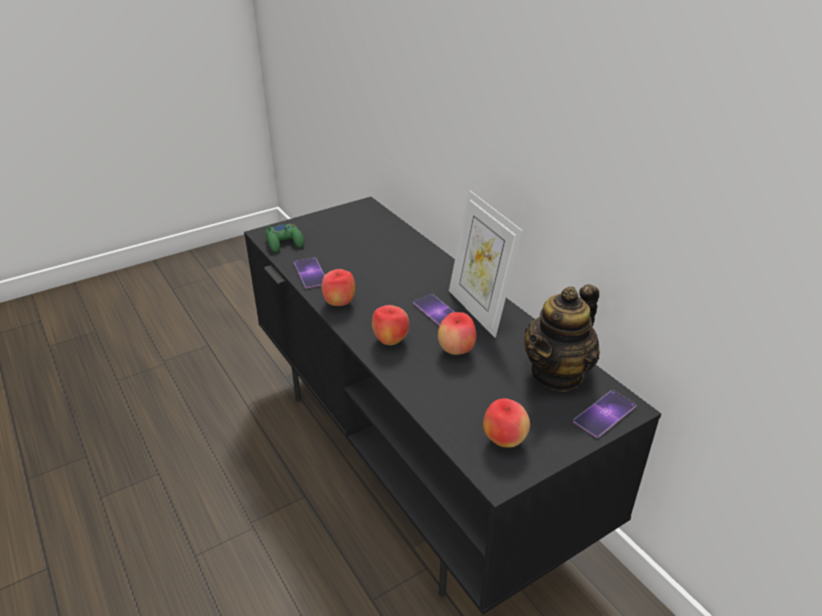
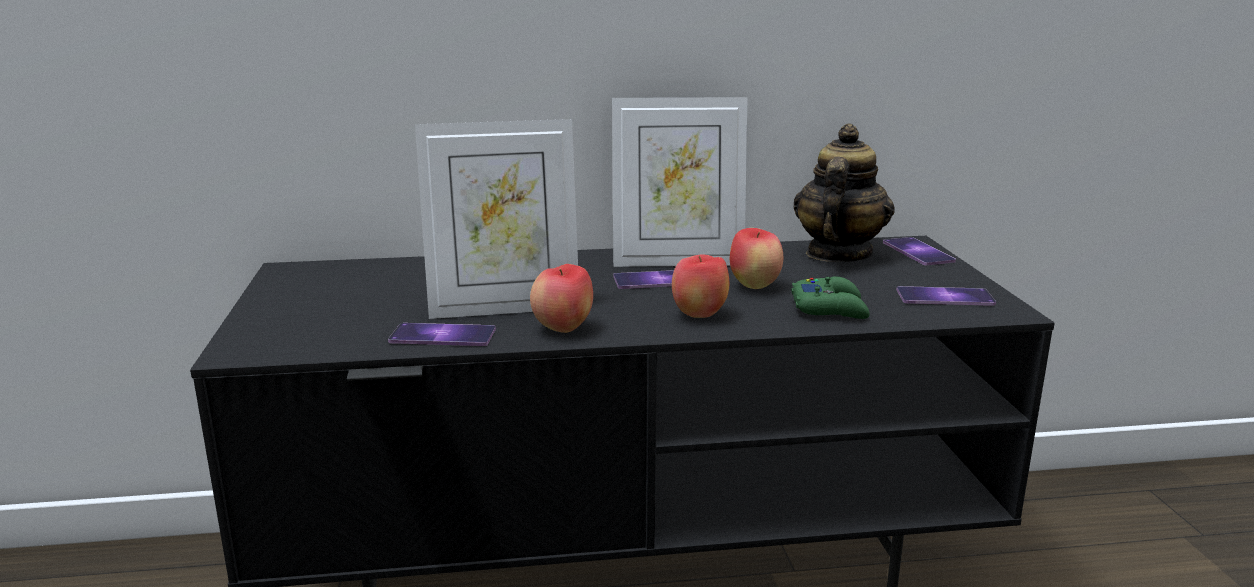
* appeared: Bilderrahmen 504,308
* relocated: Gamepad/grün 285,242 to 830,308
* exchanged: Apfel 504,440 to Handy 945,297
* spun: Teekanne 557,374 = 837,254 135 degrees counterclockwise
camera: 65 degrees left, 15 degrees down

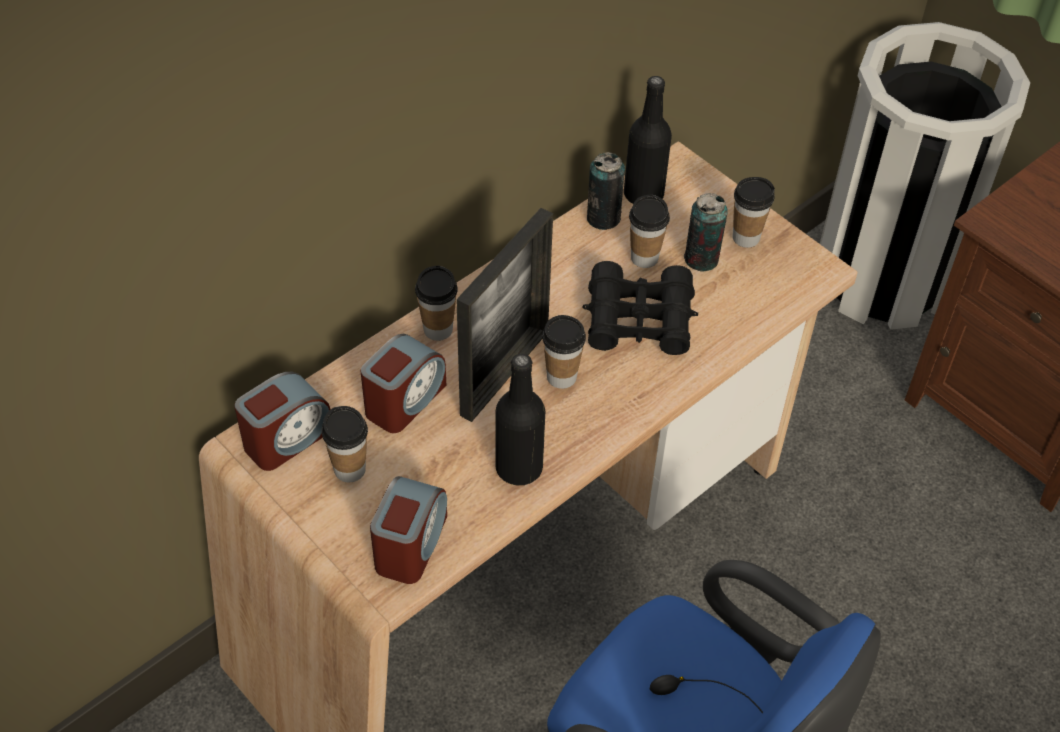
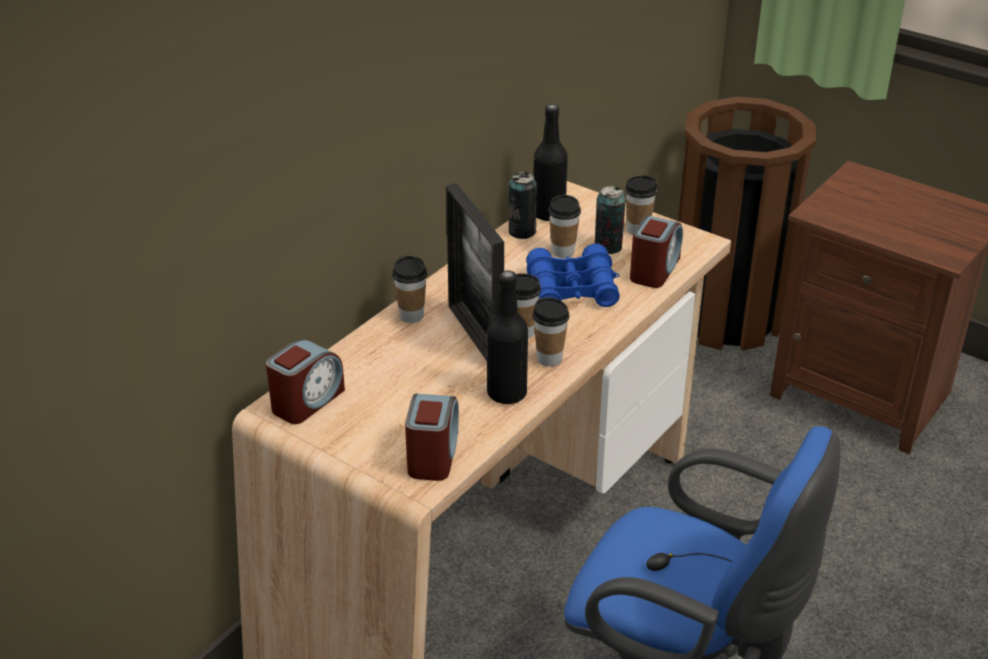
* relocated: Tasse 349,469 to 549,358
* relocated: Wecker 404,400 to 654,270
* colour: Fernglas/schwarz 639,320 to Fernglas/blau 572,289
* colour: Mülleimer/weiß 883,276 to Mülleimer/braun 726,316
* spun: Bilderrahmen 504,373 = 475,335 135 degrees clockwise
camera: 10 degrees left, 15 degrees down

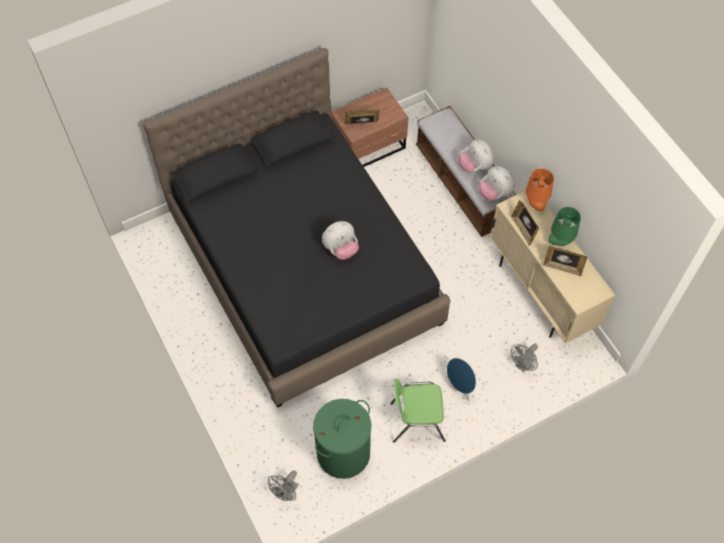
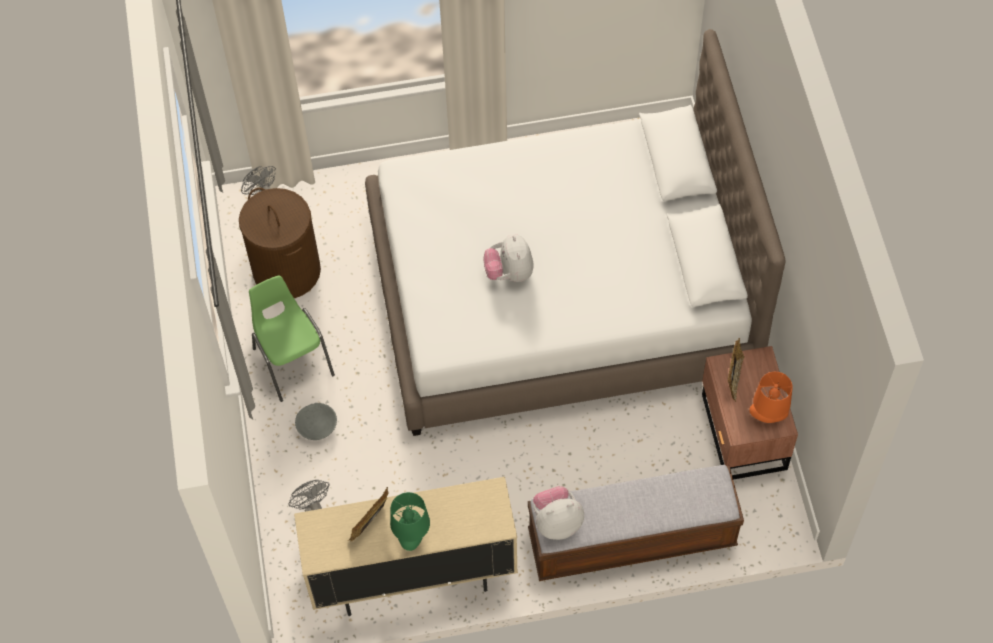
* missing: Plüschtier 474,166
* missing: Bilderrahmen 523,230
* relocated: Tischlampe/orange 535,204 to 768,416
* exchanged: Lautsprecher/blau 460,386 to Schüssel/grau 317,426
* colour: Bett/schwarz 304,268 to Bett/weiß 561,295
* colour: Wäschekorb/grün 343,453 to Wäschekorb/braun 286,271
* spun: Stuhl/grün 416,421 = 292,361 45 degrees counterclockwise
camera: 110 degrees right, 0 degrees up

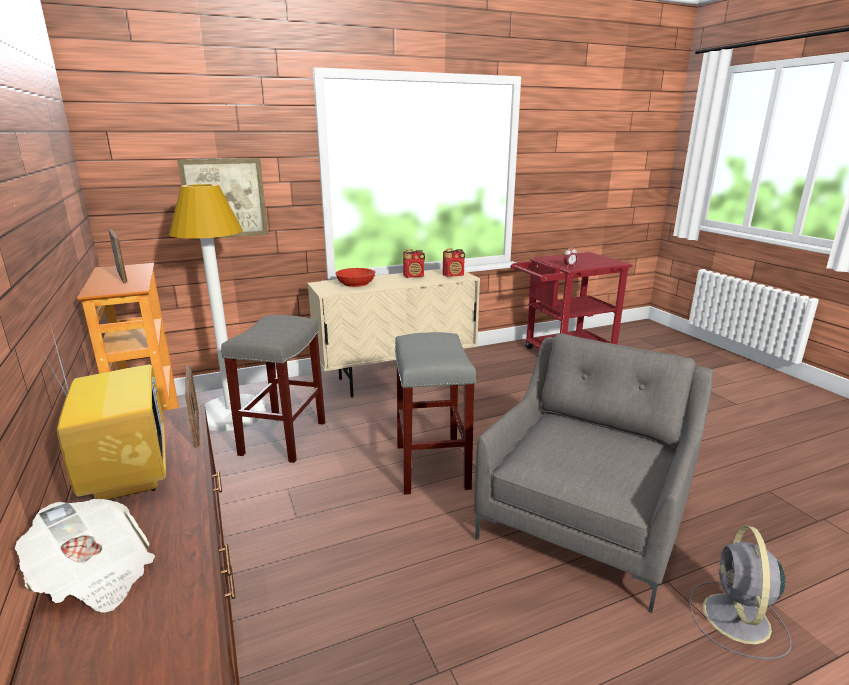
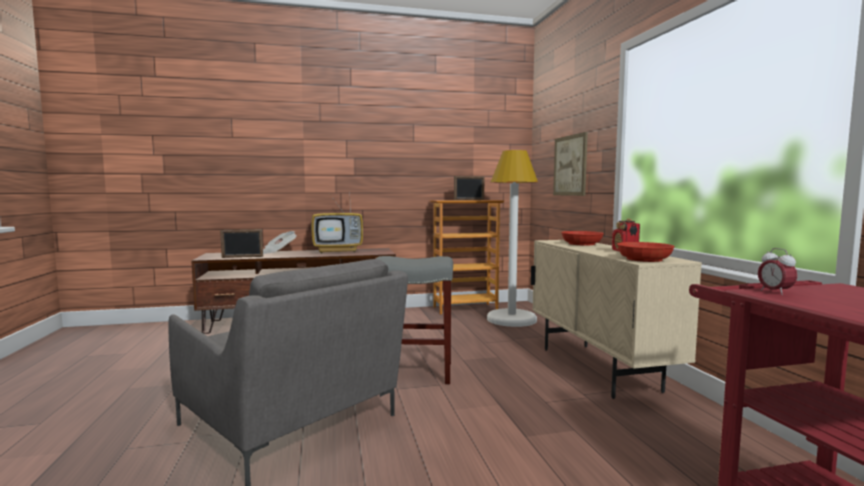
* missing: Hocker/grau 283,437
* missing: Ventilator/grau 737,620
* relocated: Bilderrahmen 196,428 to 242,257
* exchanged: Radio 453,275 to Schüssel/rot 644,259
camera: 100 degrees right, 15 degrees down

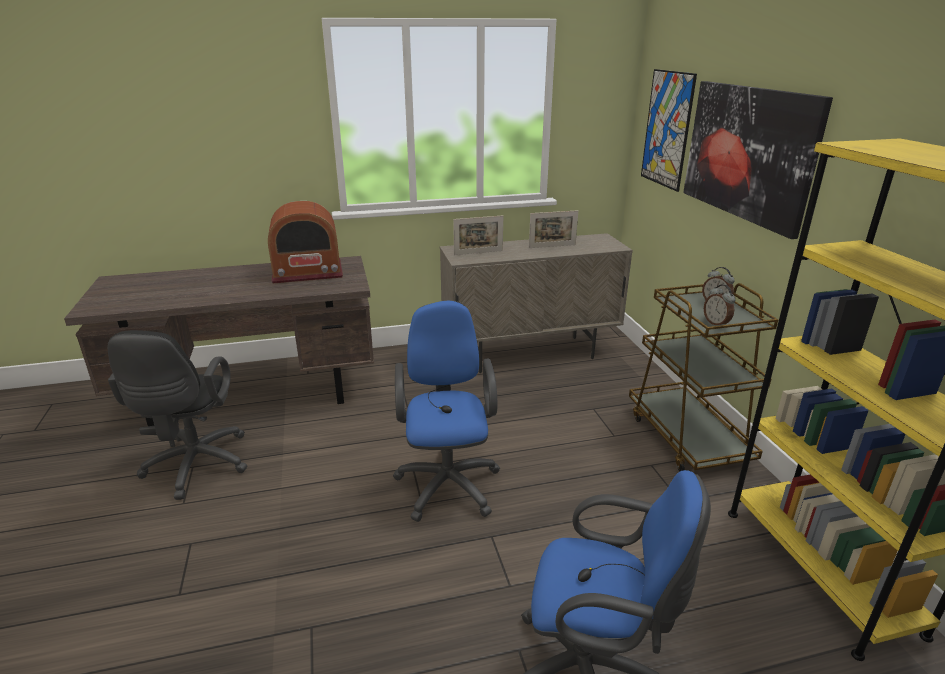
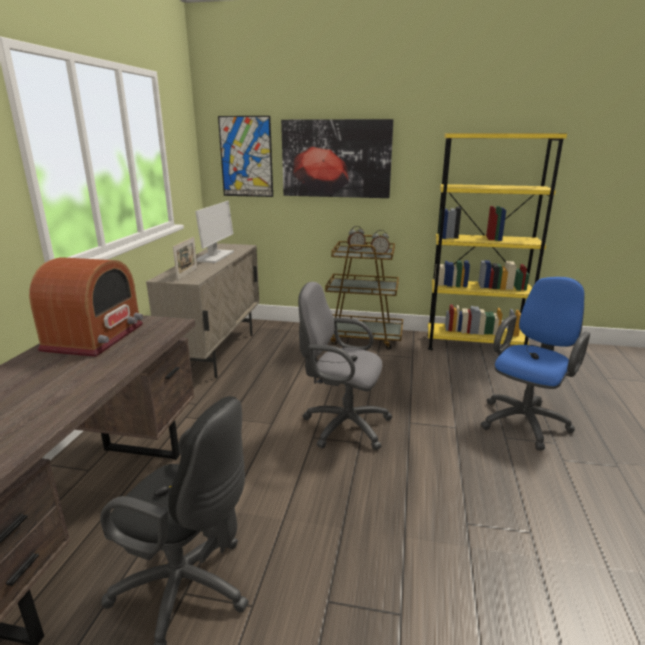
* exchanged: Bilderrahmen 552,246 to Monitor 215,256
* colour: Bürostuhl/blau 448,481 to Bürostuhl/grau 342,425
camera: 65 degrees left, 5 degrees down

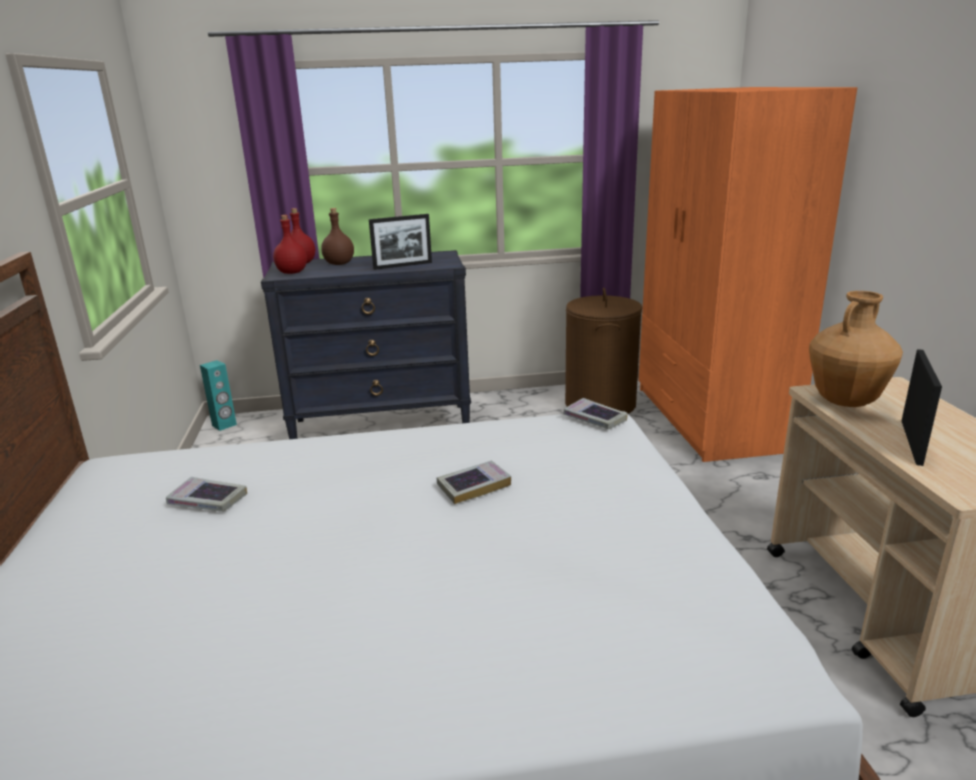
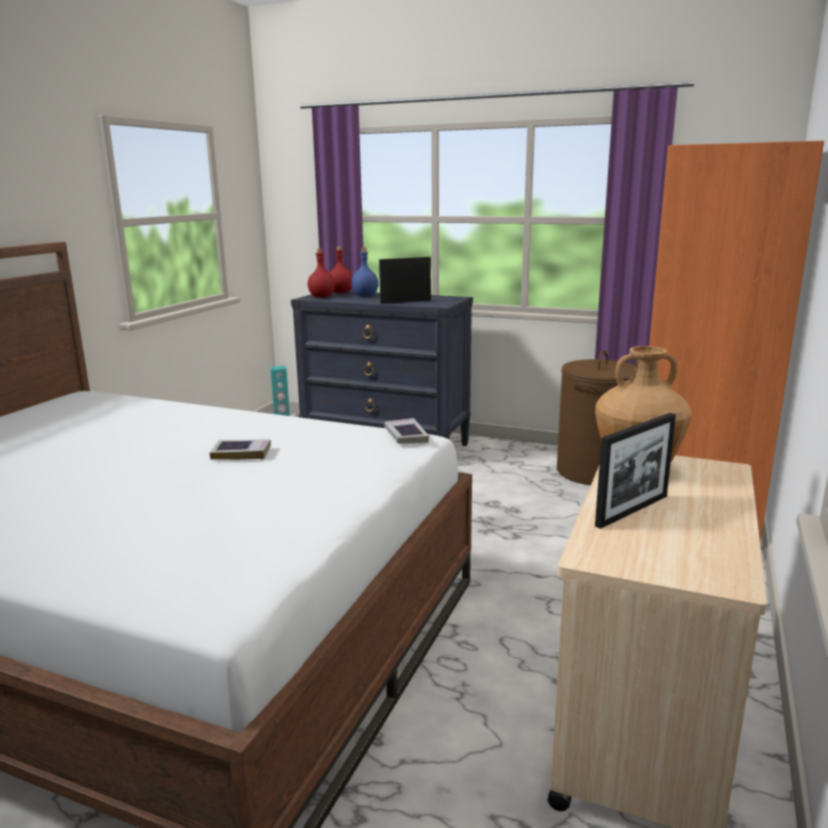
* missing: Buch 207,500
* colour: Flasche/braun 340,263 to Flasche/blau 365,295
* spun: Bilderrahmen 403,265 = 405,302 150 degrees clockwise
camera: 30 degrees right, 5 degrees down

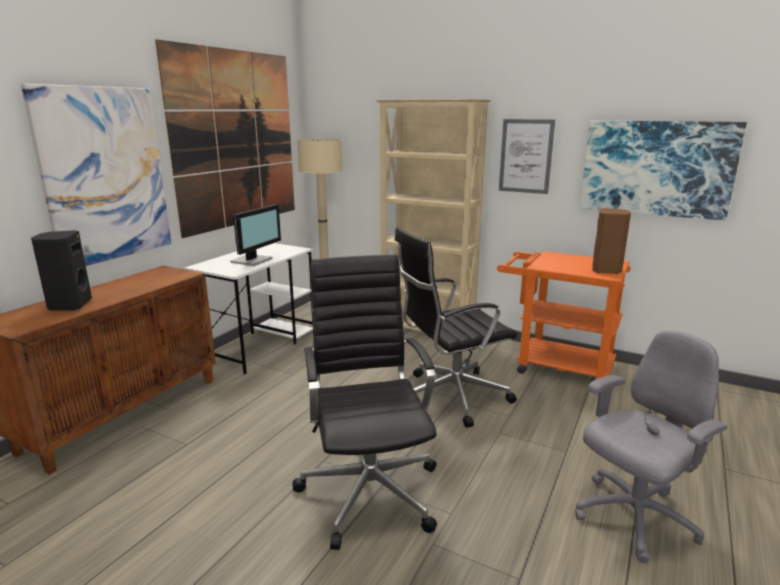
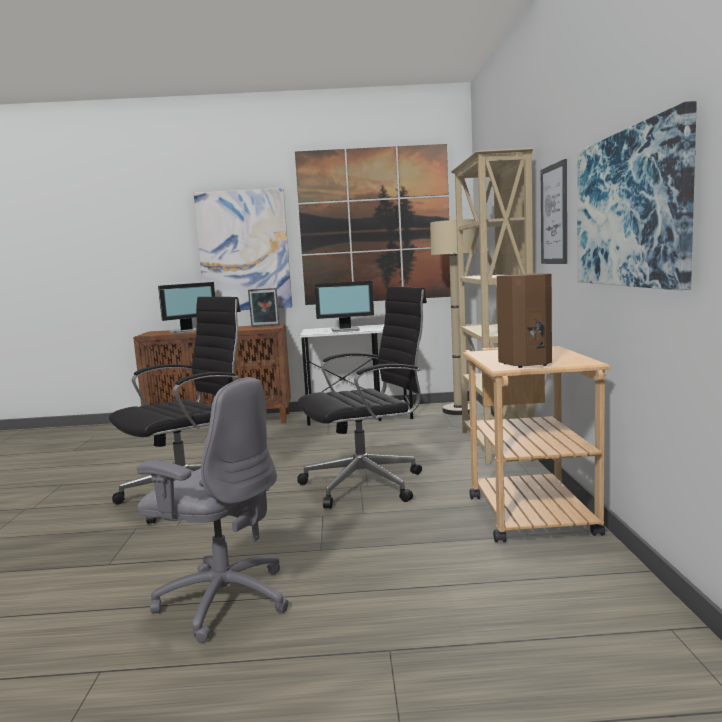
* appeared: Bilderrahmen 265,326
* exchanged: Lautsprecher/schwarz 69,305 to Monitor 188,331
* colour: Rollwagen/orange 554,365 to Rollwagen/beige 526,510
* spun: Bürostuhl/schwarz 451,396 = 367,484 120 degrees clockwise
camera: 60 degrees right, 10 degrees down

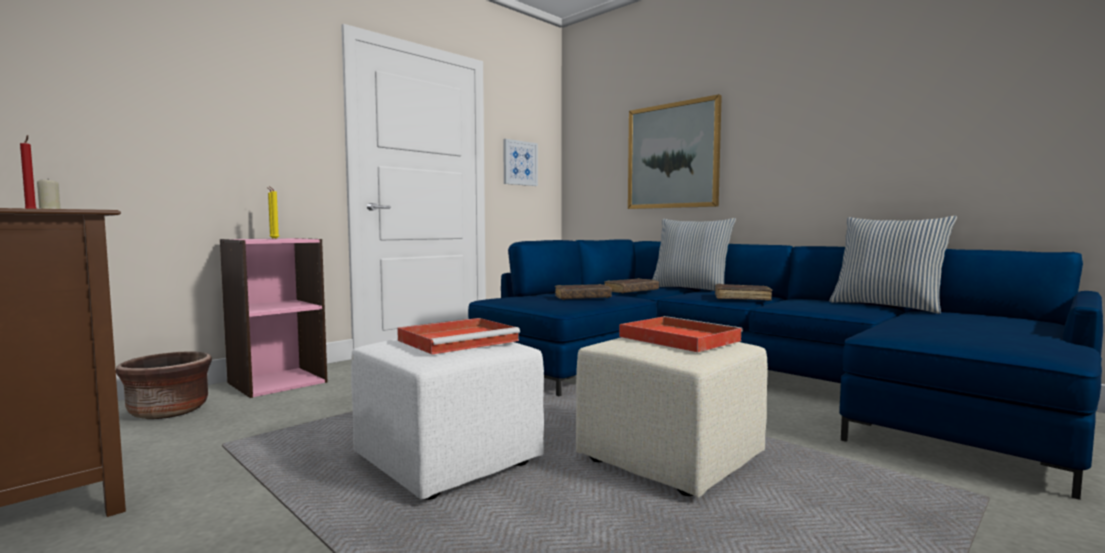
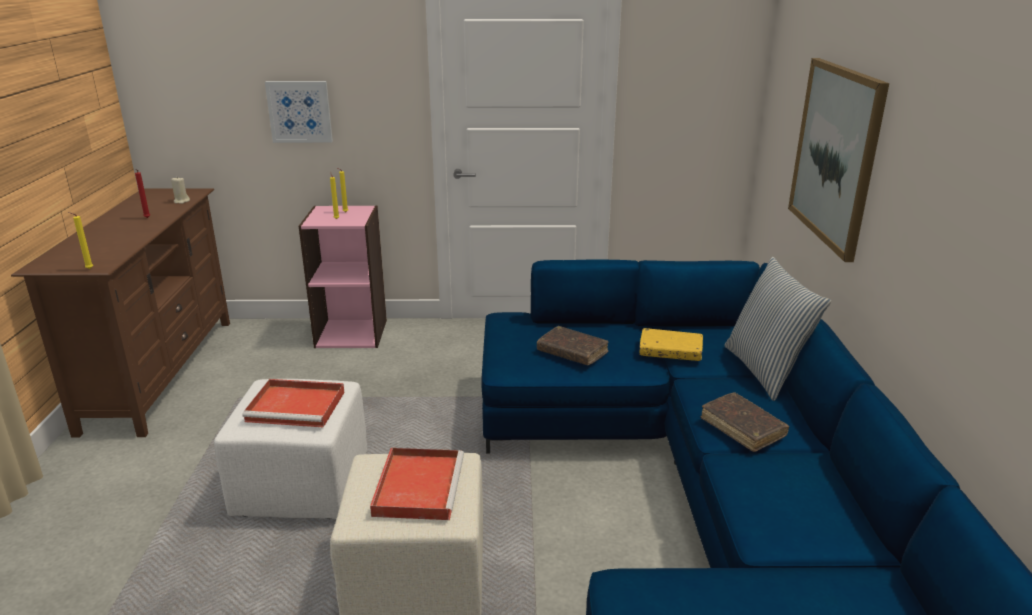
* missing: Pflanzkübel/braun 168,411
* missing: Kissen 887,306
* appeared: Kerze/gelb 88,269
* relocated: Bild 520,163 to 299,111
* colour: Buch/braun 631,291 to Buch/gelb 670,351
camera: 45 degrees right, 20 degrees up

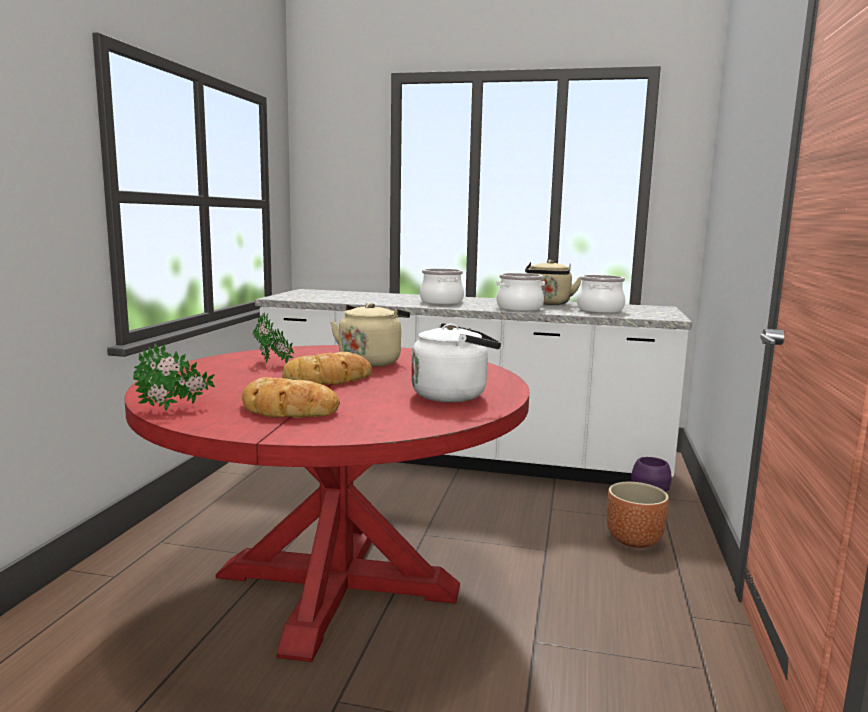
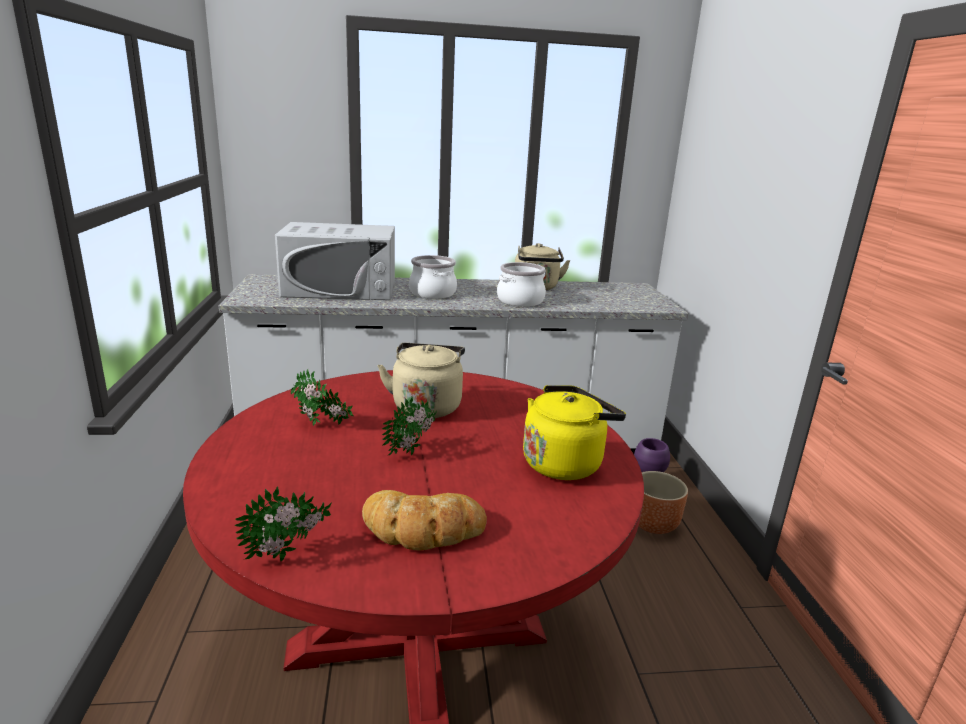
* missing: Kochtopf 599,310
* appeared: Mikrowelle/weiß 340,289
* exchanged: Brot 329,379 to Topfpflanze 413,450
* colour: Wasserkessel/weiß 453,395 to Wasserkessel/gelb 565,463
camera: 20 degrees left, 10 degrees up

